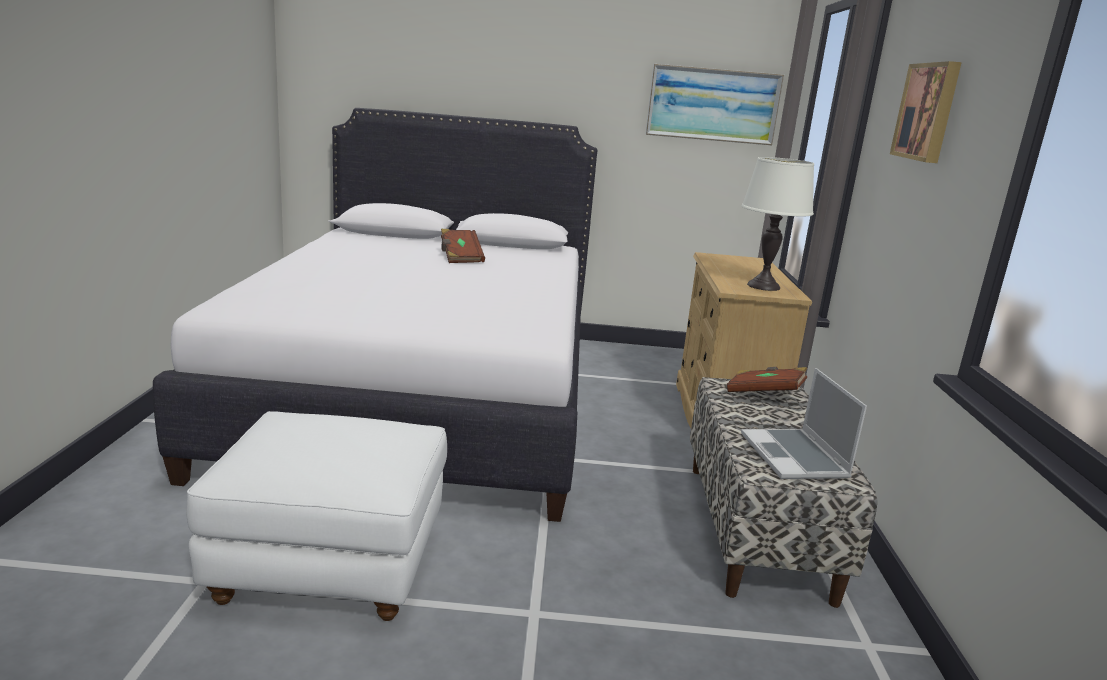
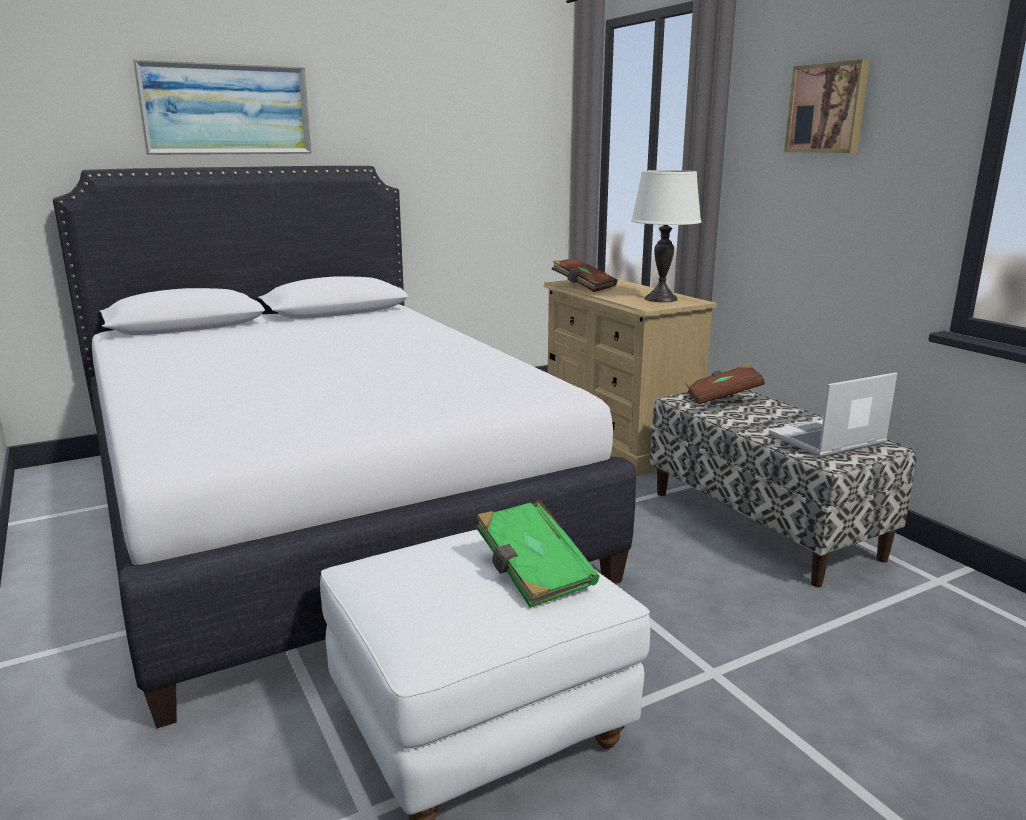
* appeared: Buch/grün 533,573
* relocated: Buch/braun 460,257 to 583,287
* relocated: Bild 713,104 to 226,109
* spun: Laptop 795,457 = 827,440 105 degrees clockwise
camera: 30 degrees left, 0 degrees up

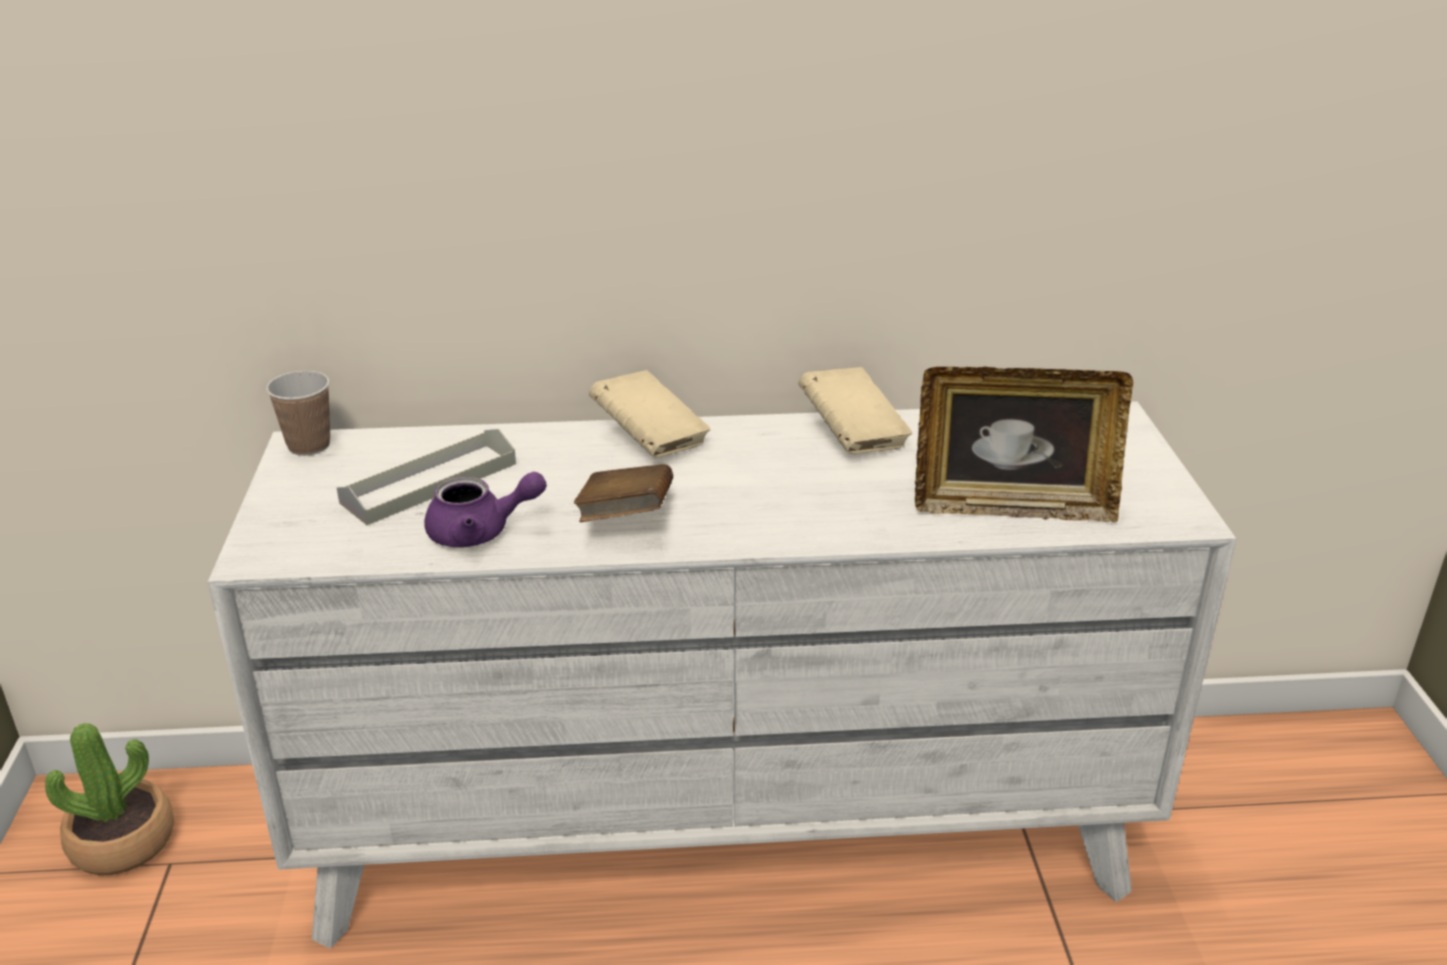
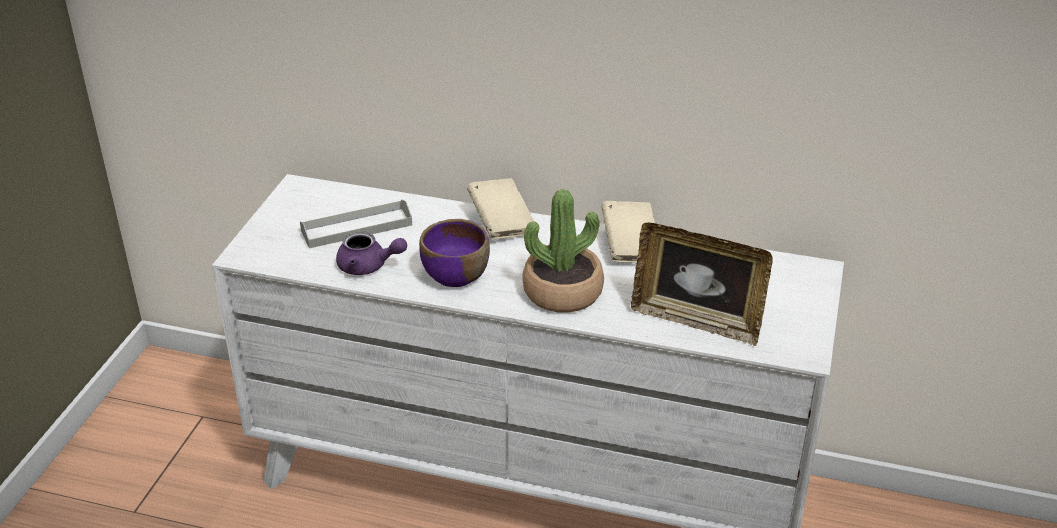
* missing: Tasse 309,446
* relocated: Topfpflanze 123,841 to 562,292
* exchanged: Buch/braun 626,518 to Schüssel/lila 455,276
camera: 20 degrees right, 5 degrees up

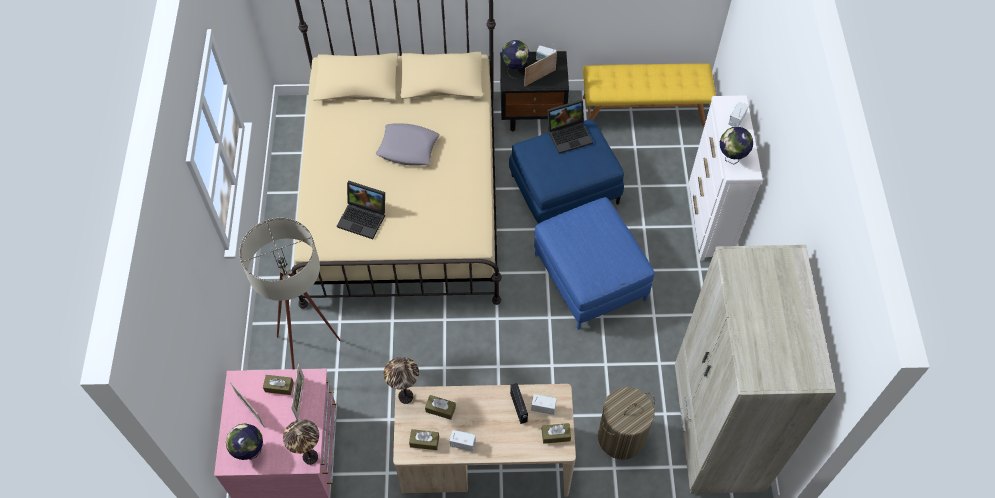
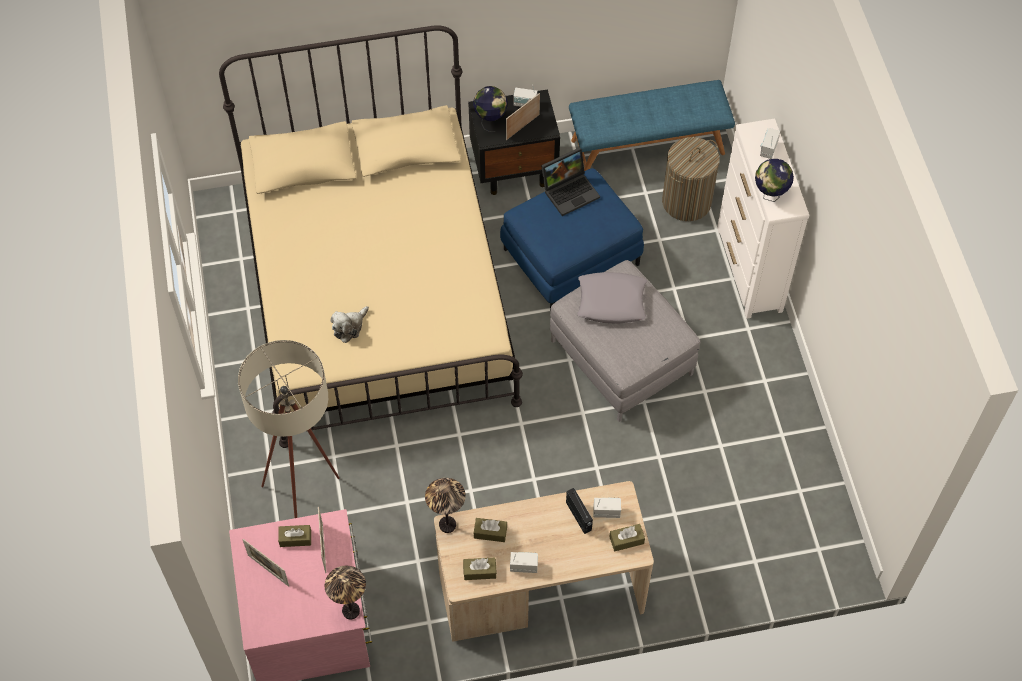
* missing: Globus 250,451
* missing: Kleiderschrank/beige 717,428
* relocated: Kissen/grau 408,148 to 611,301
* relocated: Wäschekorb 621,437 to 686,202
* exchanged: Laptop 364,218 to Plüschtier 349,327
* colour: Polsterhocker/blau 590,277 to Polsterhocker/grau 622,357
* colour: Bank/gelb 643,110 to Bank/blau 647,146
camera: 10 degrees left, 0 degrees up

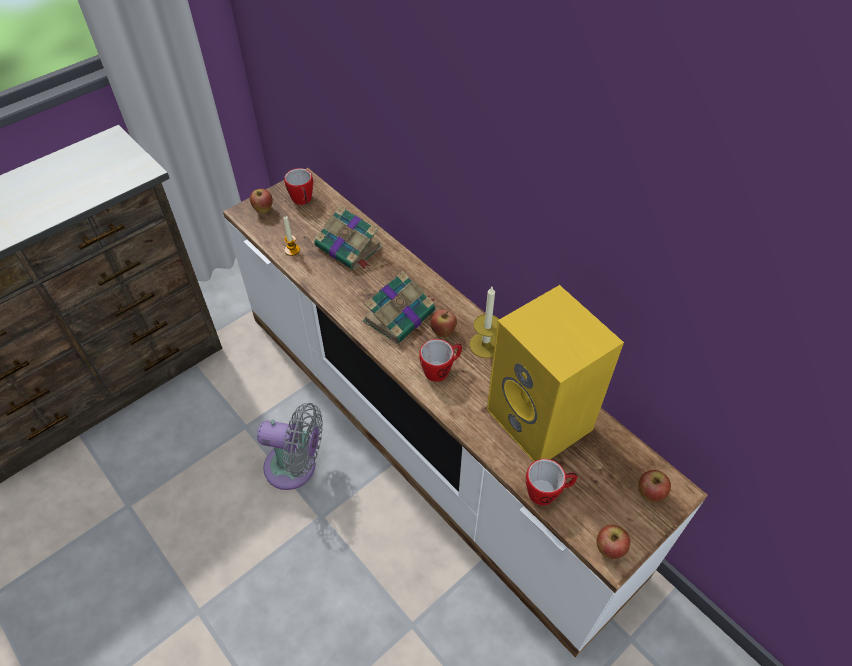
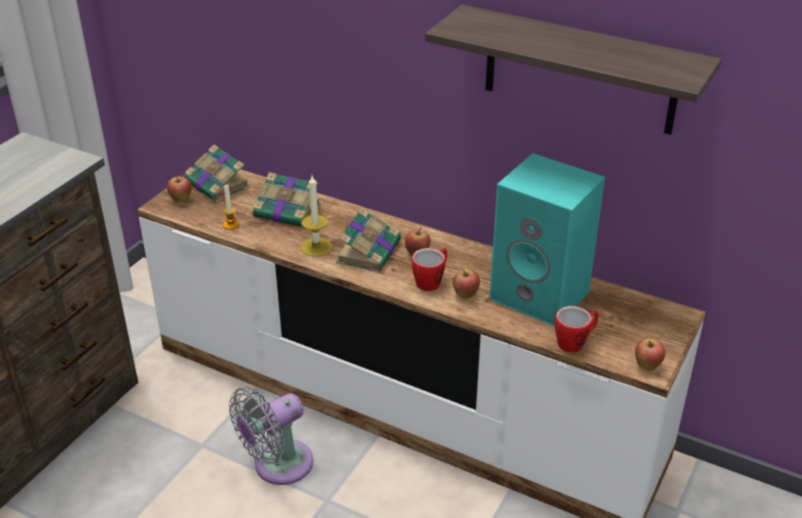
* appeared: Wandregal 580,71
* relocated: Kerze 485,345 to 316,247
* relocated: Apfel 649,494 to 465,295
* exchanged: Henkelbecher 303,201 to Buch 218,185
* colour: Lautsprecher/gelb 542,420 to Lautsprecher/türkis 542,295
* spun: Ventilator/grau 296,467 = 277,466 150 degrees clockwise
camera: 20 degrees left, 15 degrees down

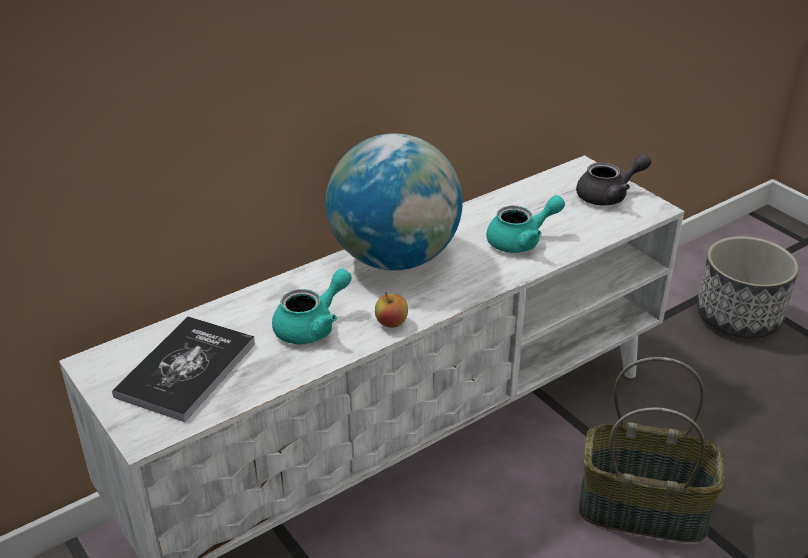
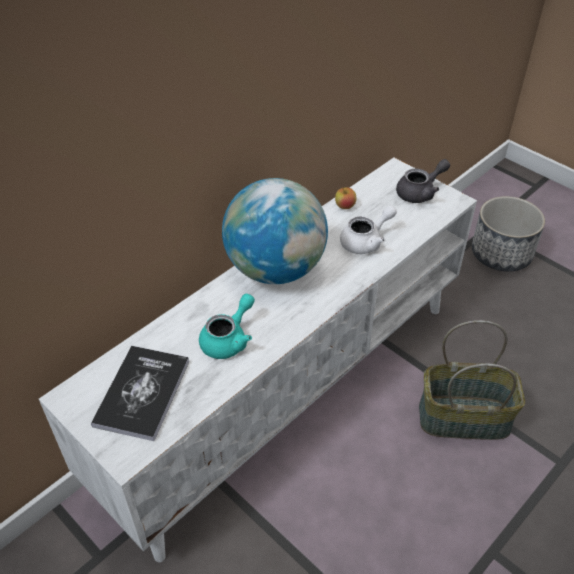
* relocated: Apfel 391,323 to 345,206
* colour: Teekanne/türkis 521,241 to Teekanne/weiß 366,241
camera: 10 degrees left, 10 degrees up

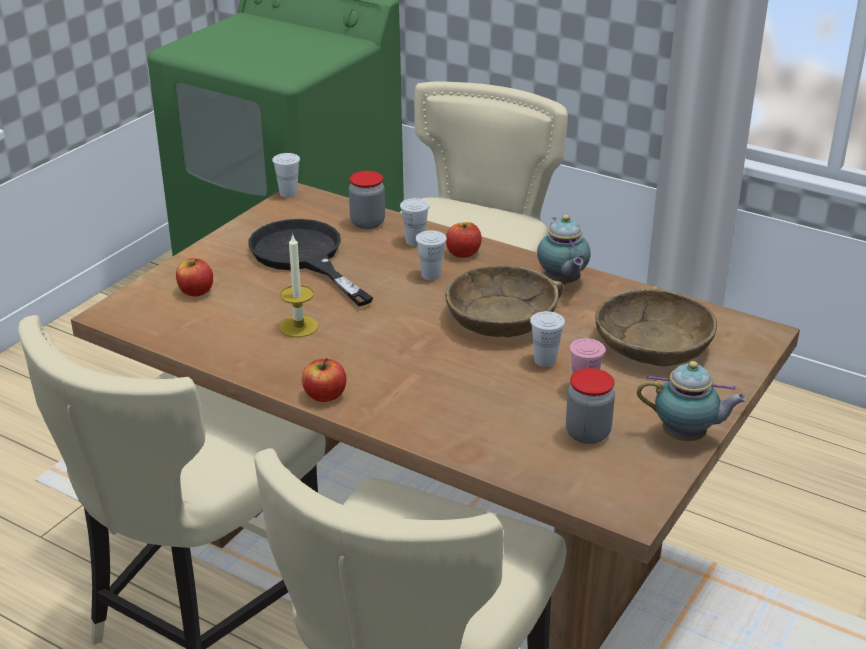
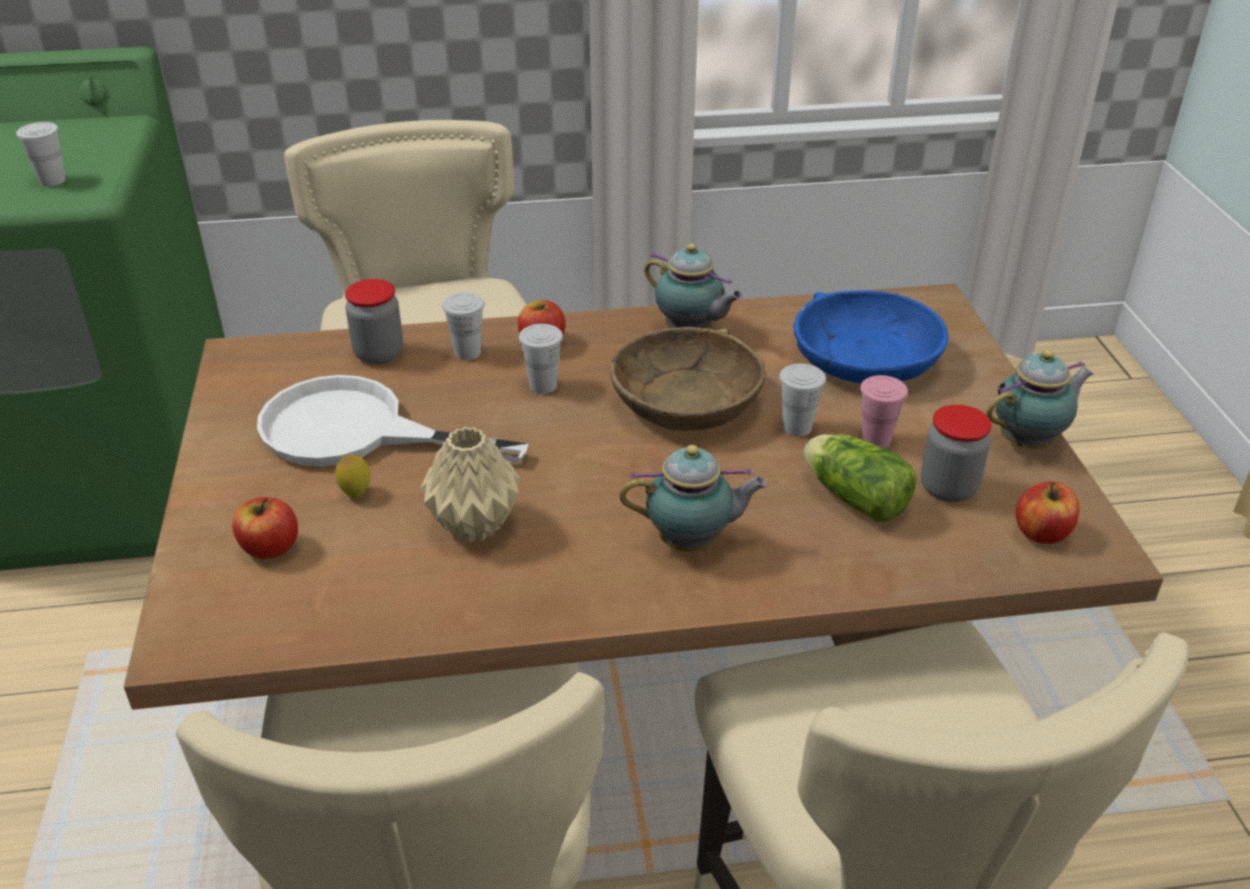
* appeared: Zitrone 356,493
* appeared: Teekanne 693,543
* appeared: Salatkopf 852,496
* relocated: Tasse/weiß 288,193 to 52,181
* relocated: Apfel 325,395 to 1042,533
* exchanged: Kerze 299,326 to Vase/beige 476,526
* colour: Pfanne/schwarz 304,257 to Pfanne/weiß 357,432
* colour: Schüssel/braun 652,343 to Schüssel/blau 864,358
camera: 40 degrees left, 5 degrees up

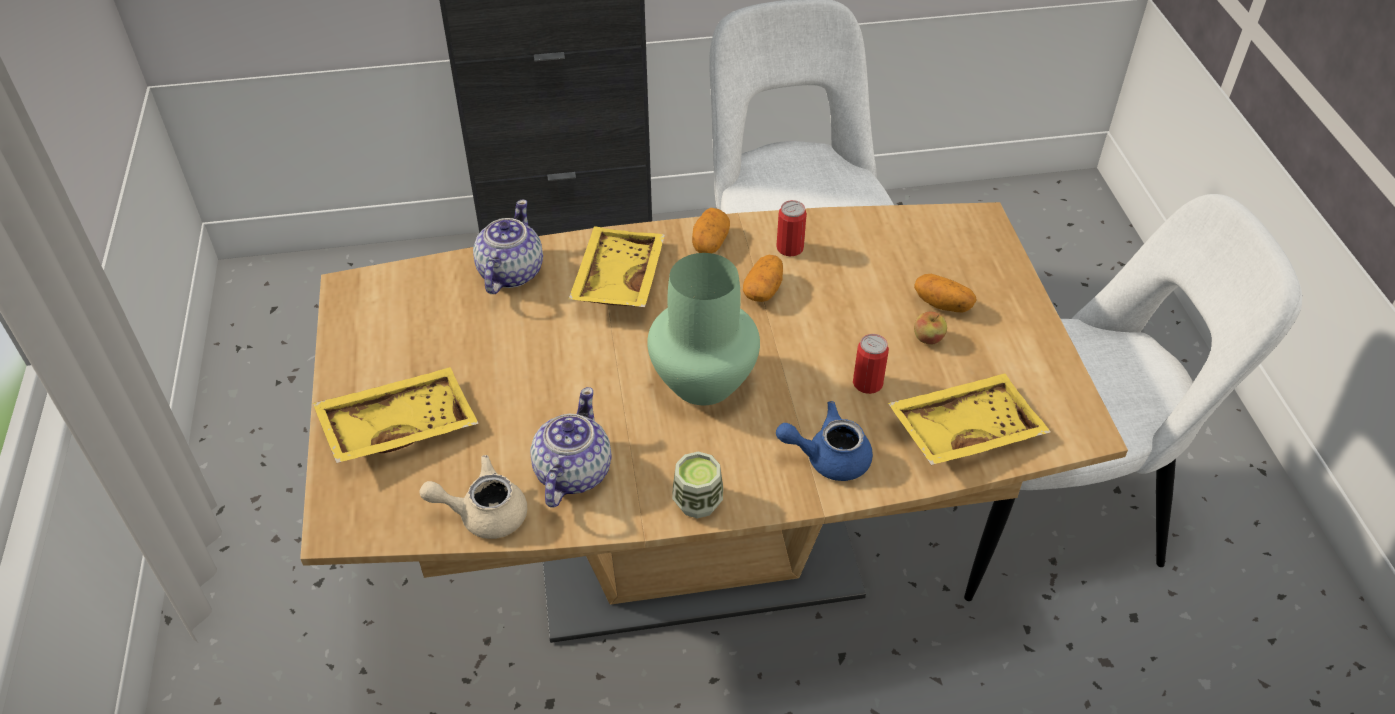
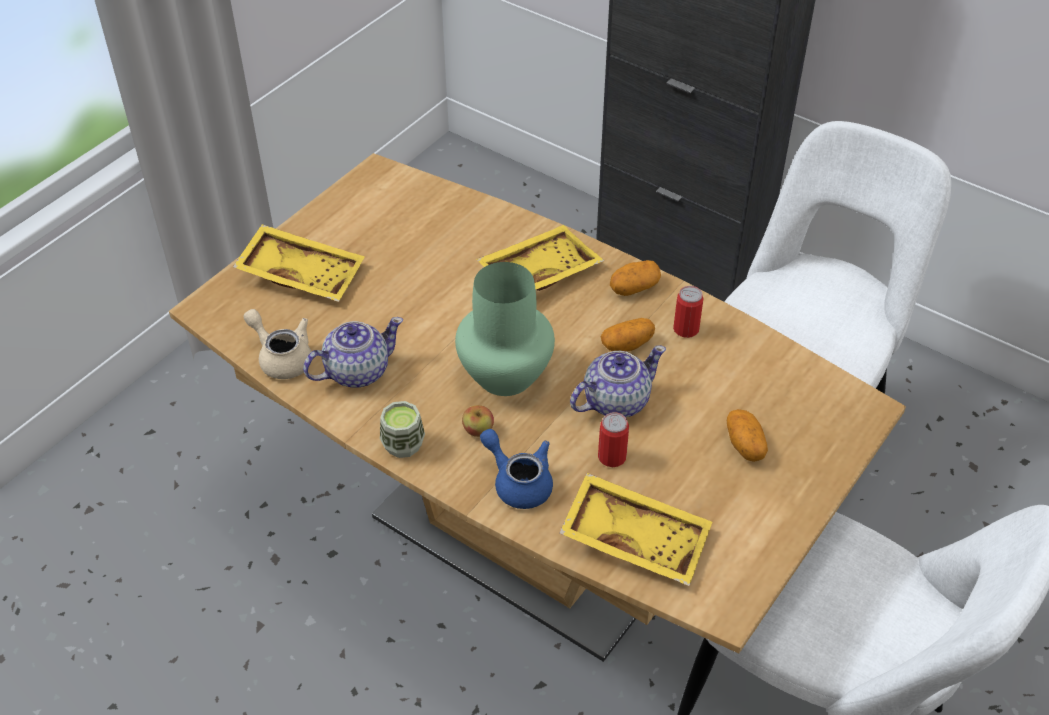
* relocated: Teekanne 510,273 to 615,401
* relocated: Apfel 928,339 to 478,430
camera: 45 degrees right, 0 degrees up

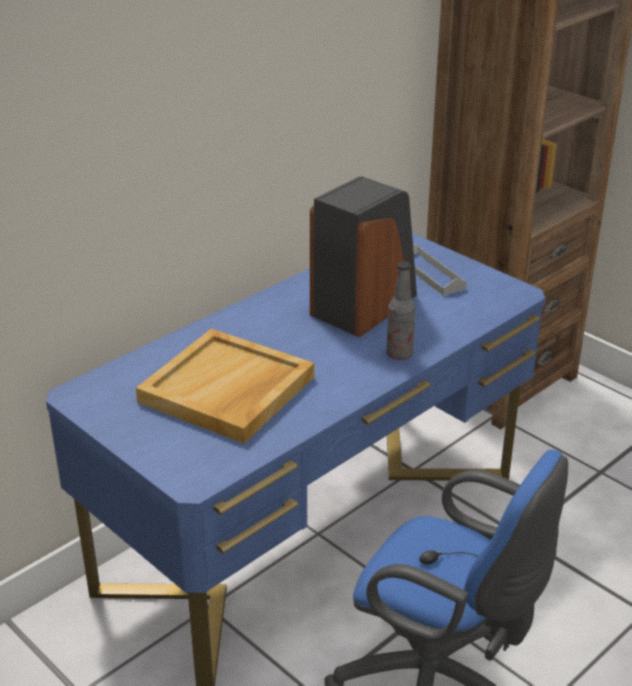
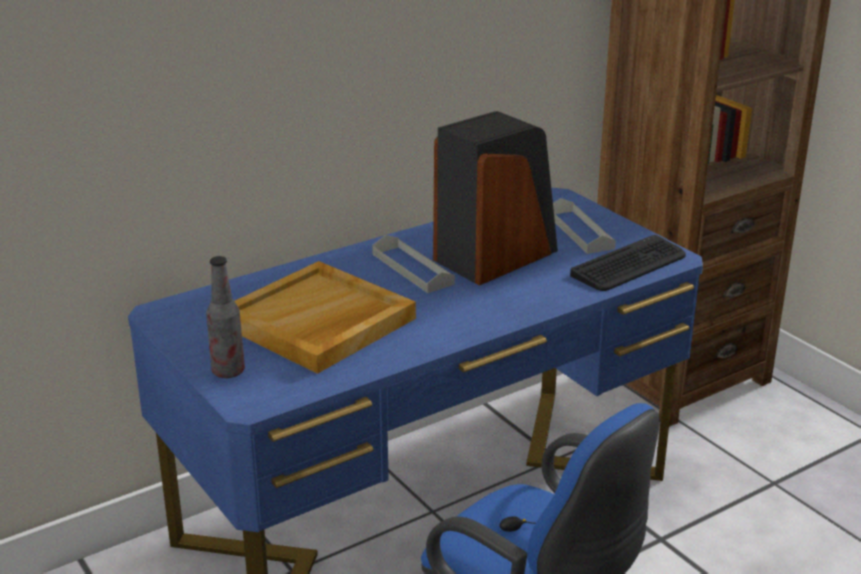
* appeared: Tablett/grau 412,269
* appeared: Tastatur 629,265
* relocated: Flasche 399,354 to 228,372
camera: 10 degrees right, 5 degrees down

